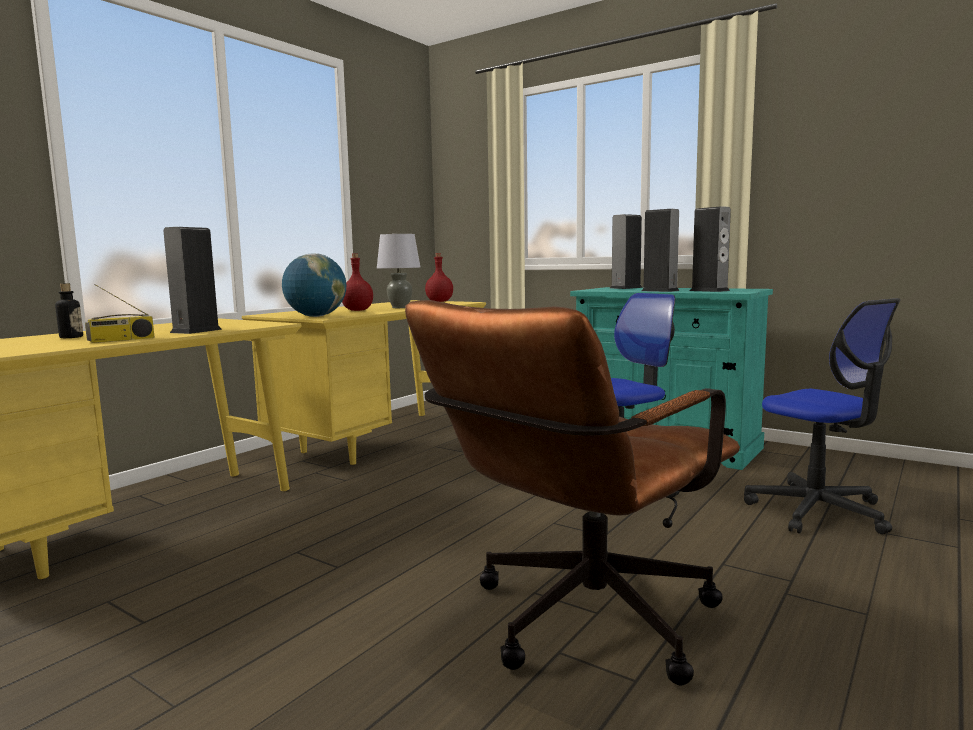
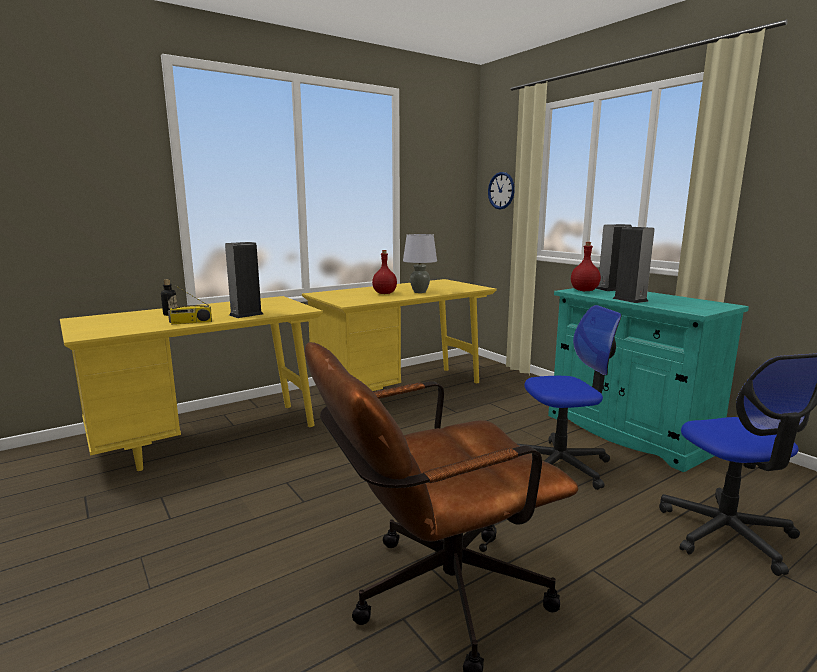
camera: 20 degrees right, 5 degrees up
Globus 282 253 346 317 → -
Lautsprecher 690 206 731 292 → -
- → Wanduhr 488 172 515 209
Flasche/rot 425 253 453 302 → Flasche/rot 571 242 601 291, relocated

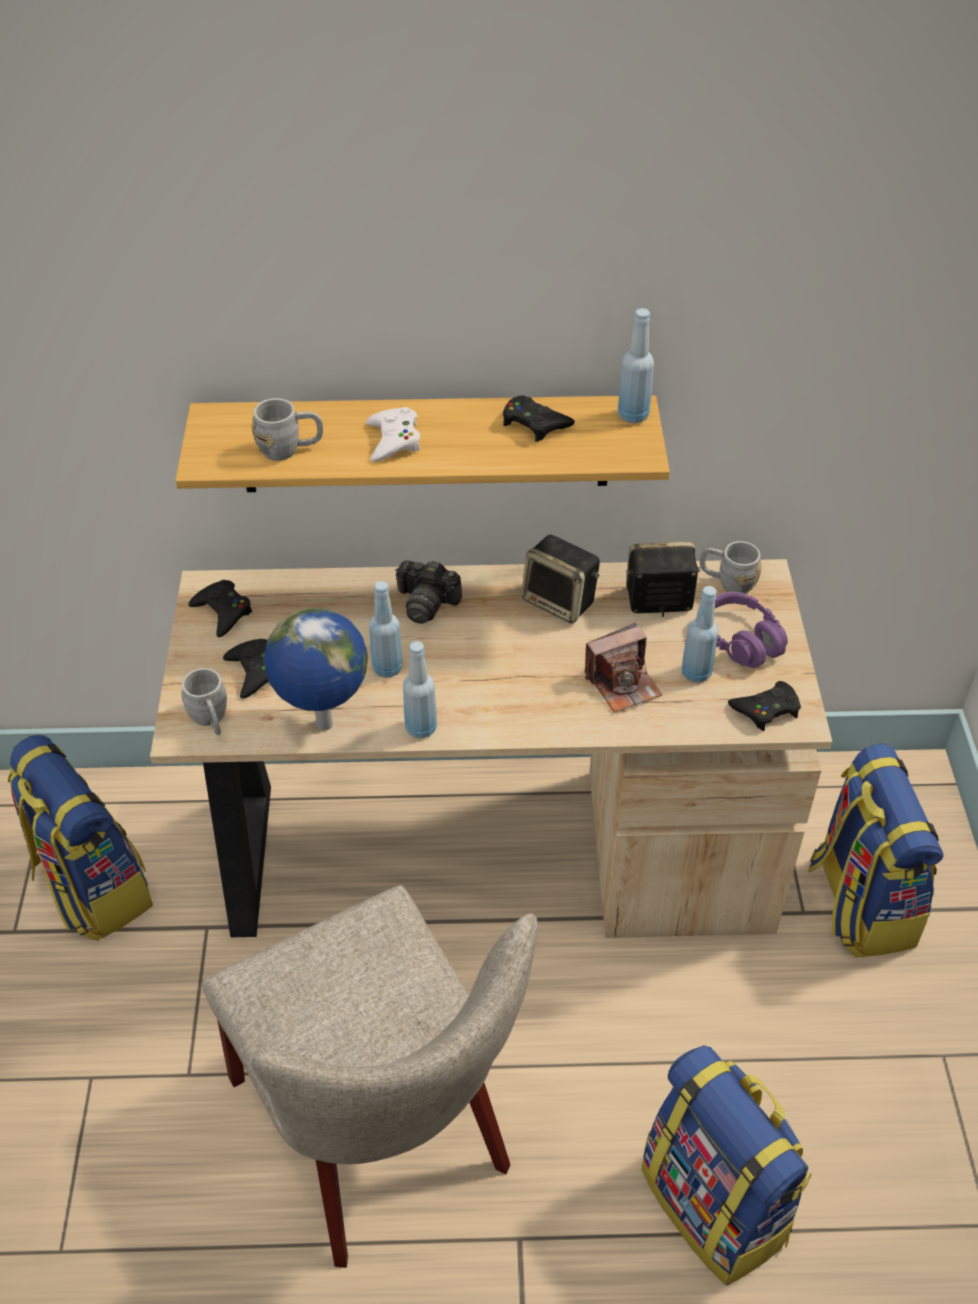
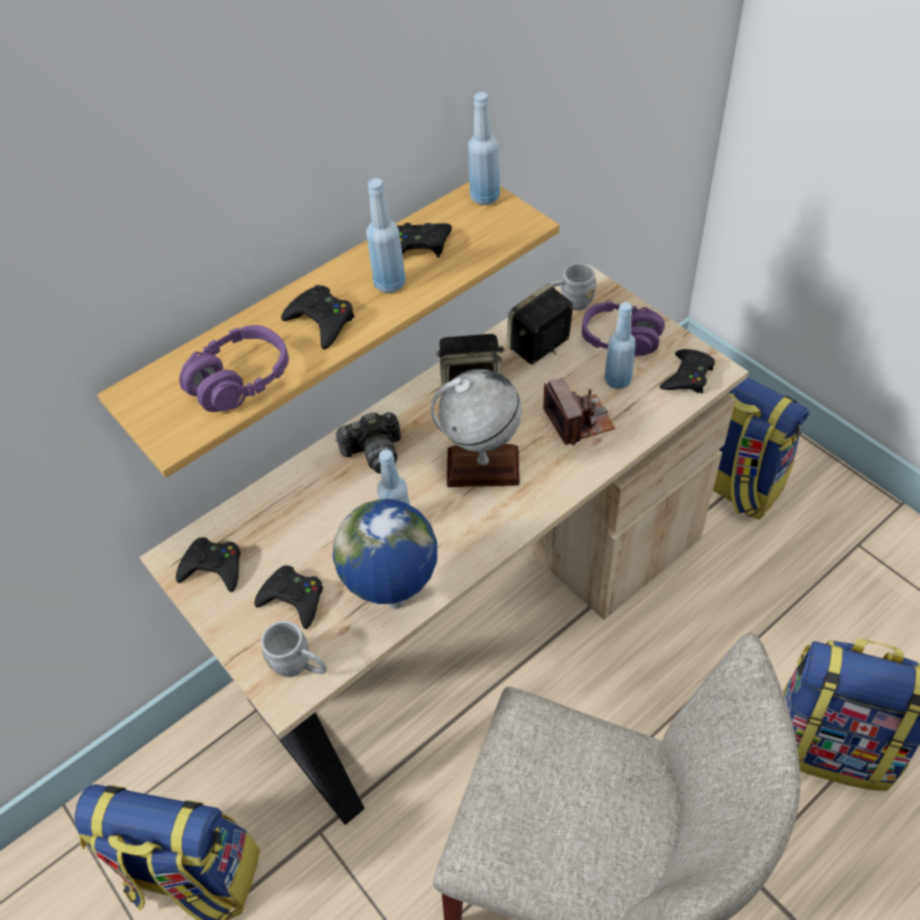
camera: 35 degrees left, 5 degrees up
- → Globus 431 369 522 487
Flasche/blau 403 641 437 739 → Flasche/blau 366 178 406 293, relocated
Henkelbecher/grau 251 398 323 461 → Kopfhörer/lila 179 325 289 412
Gamepad/weiß 366 407 420 462 → Gamepad/schwarz 281 285 355 349
Kamera 585 623 663 713 → Kamera 543 377 615 446, 45 degrees counterclockwise

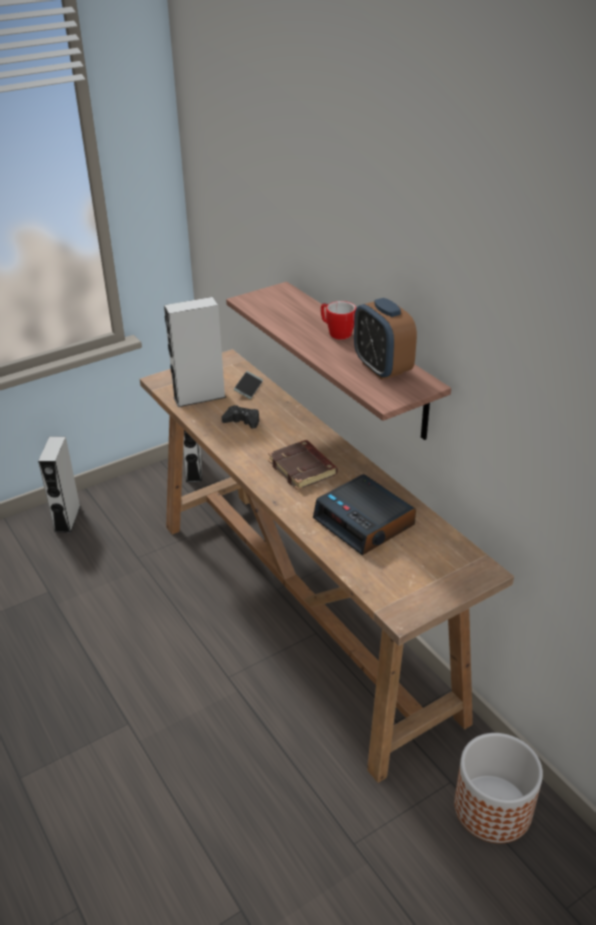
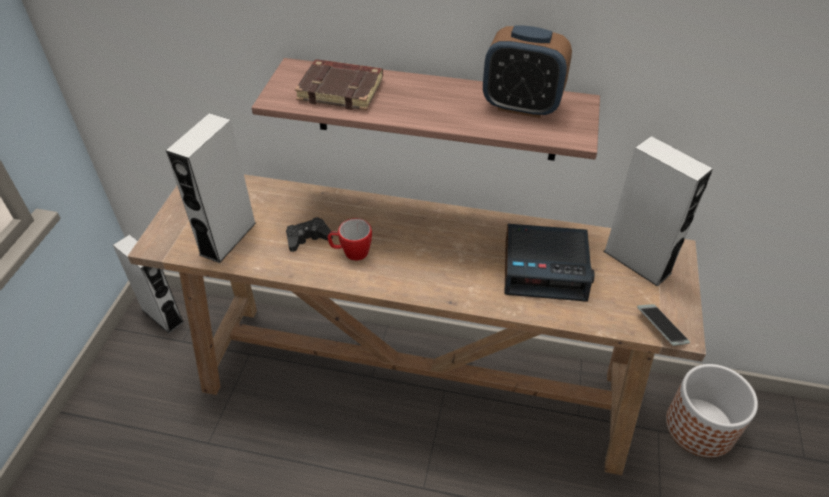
camera: 45 degrees left, 10 degrees up
Lautsprecher/grau 38 436 80 533 → Lautsprecher/grau 603 136 713 287, relocated
Handy 234 371 263 399 → Handy 637 304 690 346, relocated
Buch/braun 268 440 338 490 → Buch/braun 295 59 383 110, relocated
Henkelbecher 321 301 356 340 → Henkelbecher 327 218 372 261, relocated

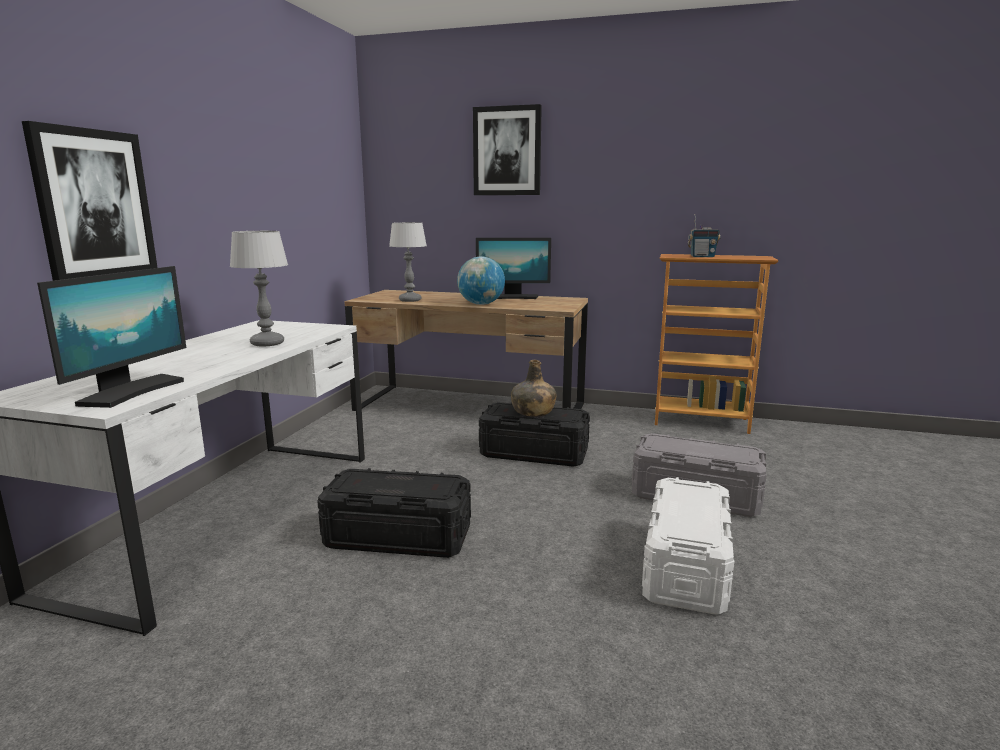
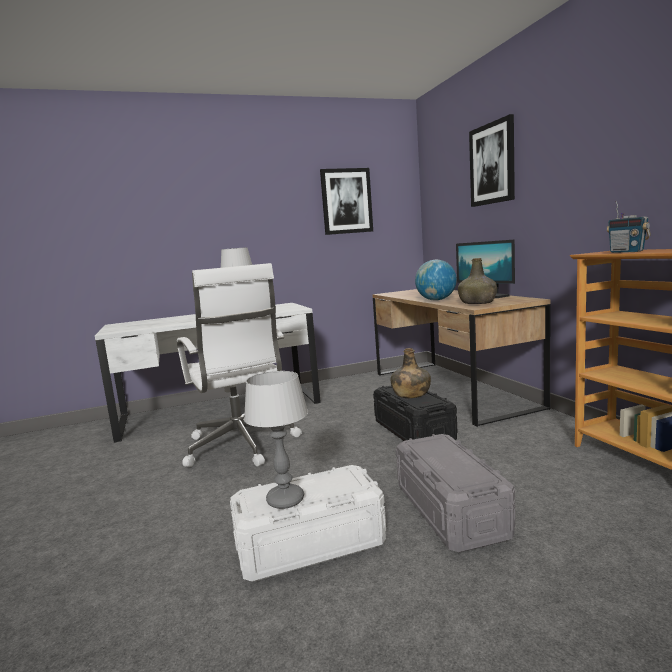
camera: 55 degrees right, 5 degrees down
Monitor 37 266 186 408 → -
- → Flasche/grün 458 258 497 304
Bild 22 121 158 281 → Bild 320 168 373 235, relocated
Tischlampe 389 222 427 302 → Tischlampe 244 371 308 509, relocated
Aufbewahrungsbox/schwarz 317 468 471 558 → Bürostuhl/weiß 177 263 302 467

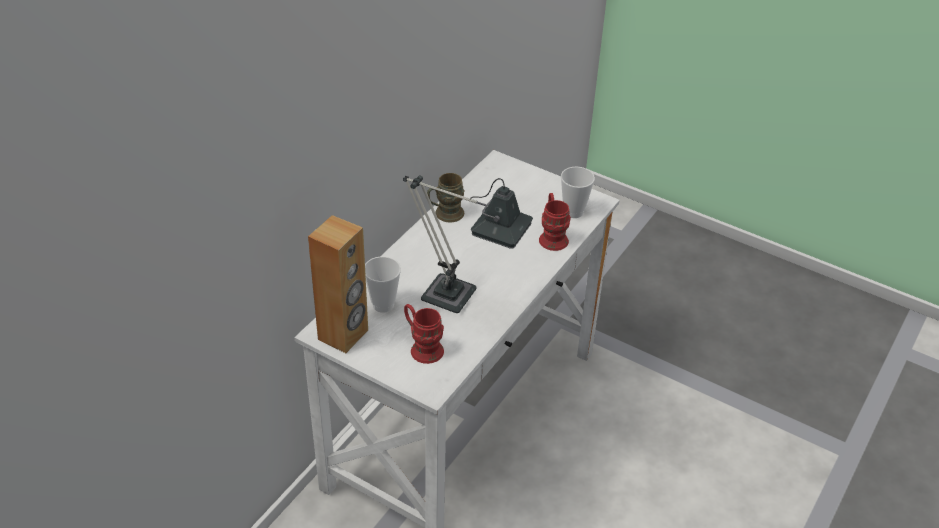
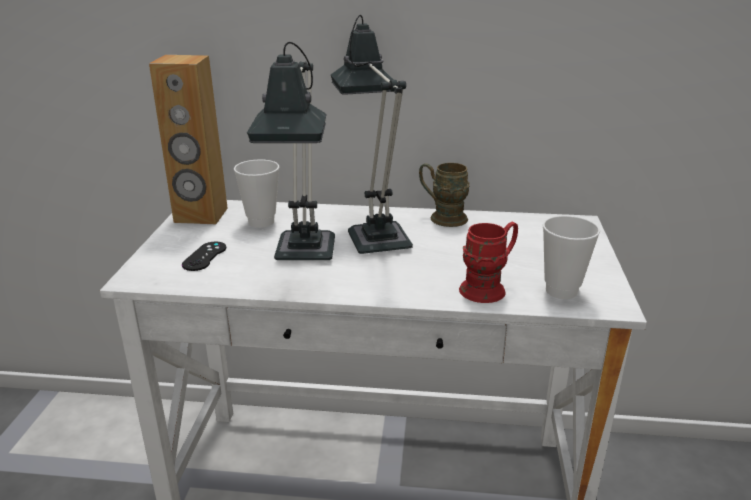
camera: 65 degrees right, 15 degrees down
- → Tischlampe 331 15 413 254
Henkelbecher/rot 404 304 444 364 → Gamepad/schwarz 182 242 226 271

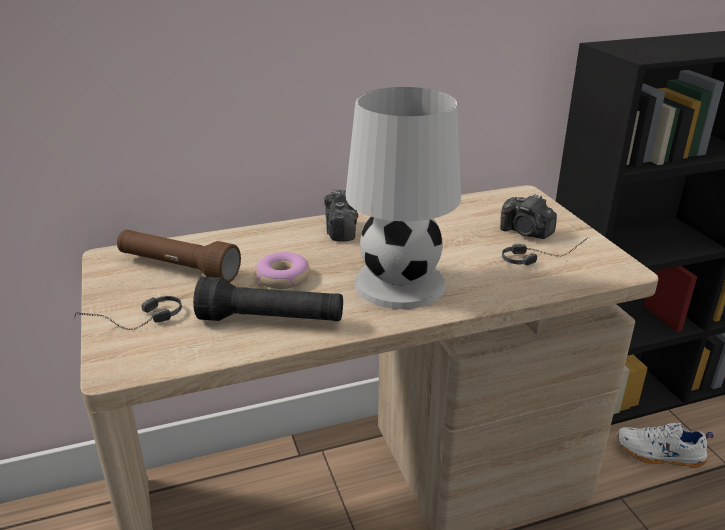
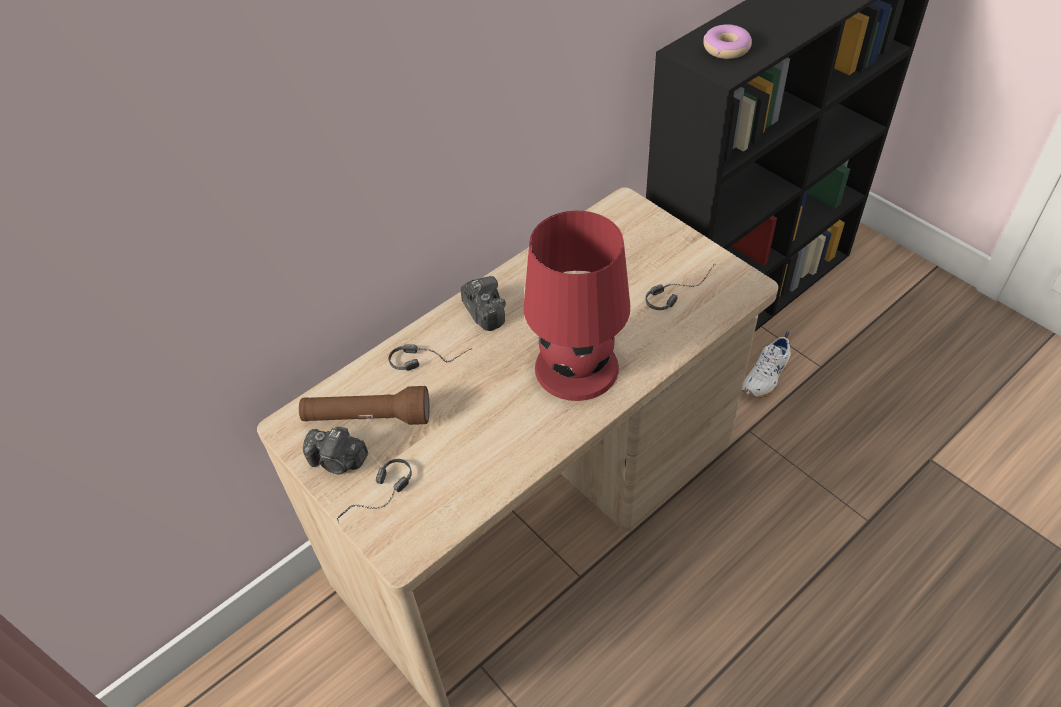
camera: 20 degrees left, 20 degrees up
Taschenlampe/schwarz 193 276 343 321 → -
- → Kopfhörer 388 344 473 371
Donut 255 252 310 289 → Donut 703 24 752 59, relocated
Kamera 500 194 557 239 → Kamera 303 426 368 474, relocated
Tischlampe/weiß 345 87 461 309 → Tischlampe/rot 523 211 630 401
Schuh/weiß 617 423 714 468 → Schuh/weiß 742 331 791 398, 45 degrees counterclockwise

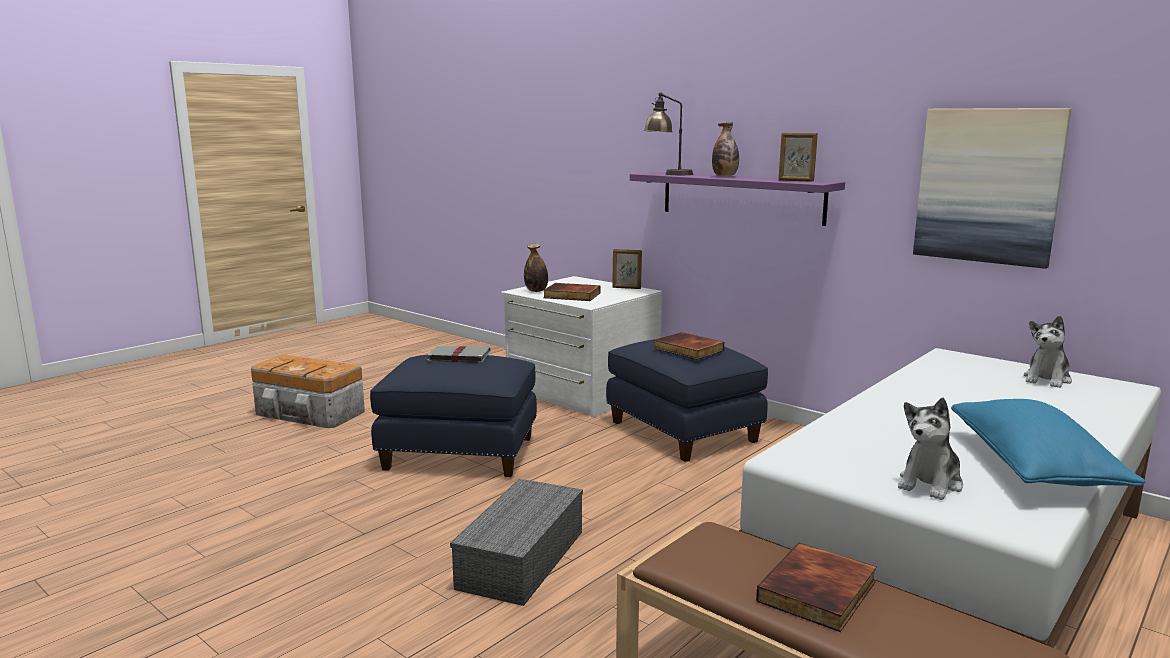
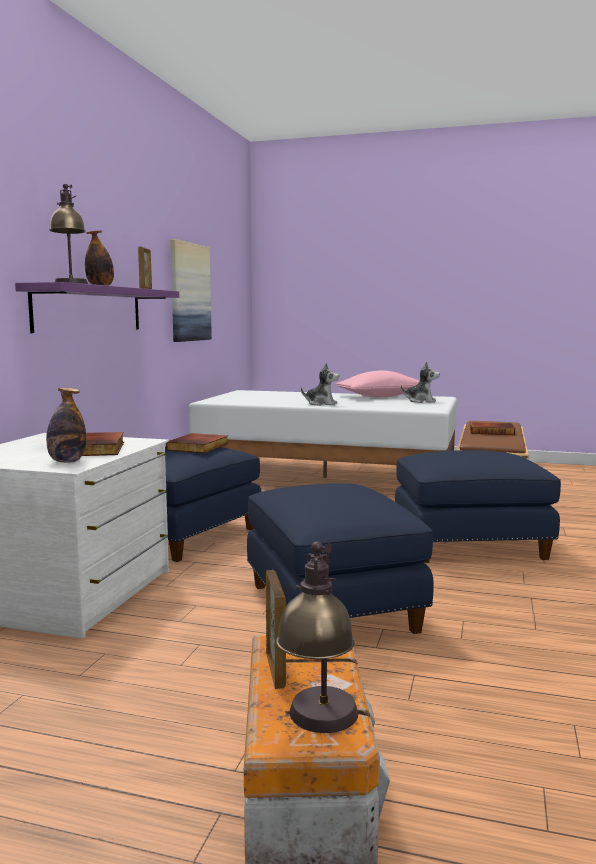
camera: 115 degrees left, 5 degrees down
Buch/grau 426 346 491 363 → -
- → Tischlampe 276 541 358 733
Bilderrahmen 612 249 642 289 → Bilderrahmen 266 570 286 689, relocated
Plüschtier 1024 316 1072 388 → Plüschtier 301 363 339 406, relocated
Aufbewahrungsbox/grau 450 479 583 606 → Polsterhocker/blau 395 450 561 563
Kissen/blau 951 399 1145 486 → Kissen/rosa 336 370 419 397

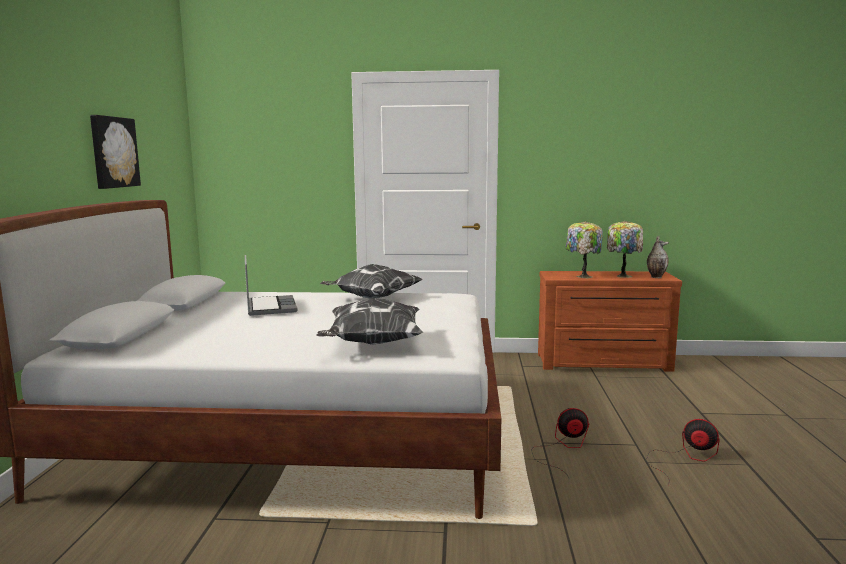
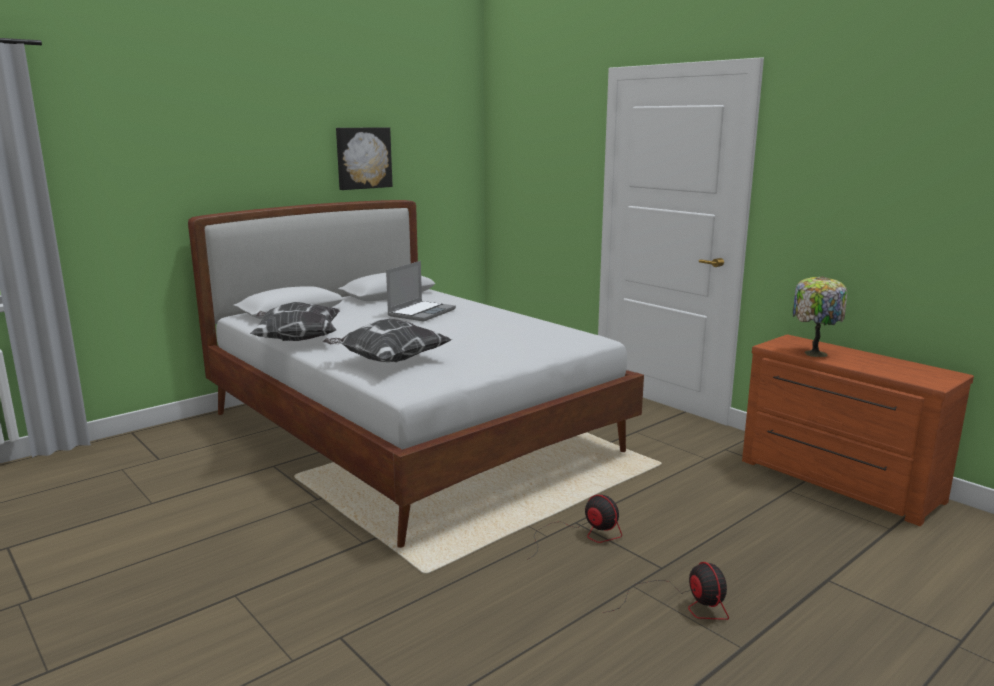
camera: 45 degrees right, 5 degrees up
Tischlampe 607 221 643 278 → -
Vase 647 235 669 278 → -
Kissen 320 264 423 298 → Kissen 250 302 340 341, relocated

